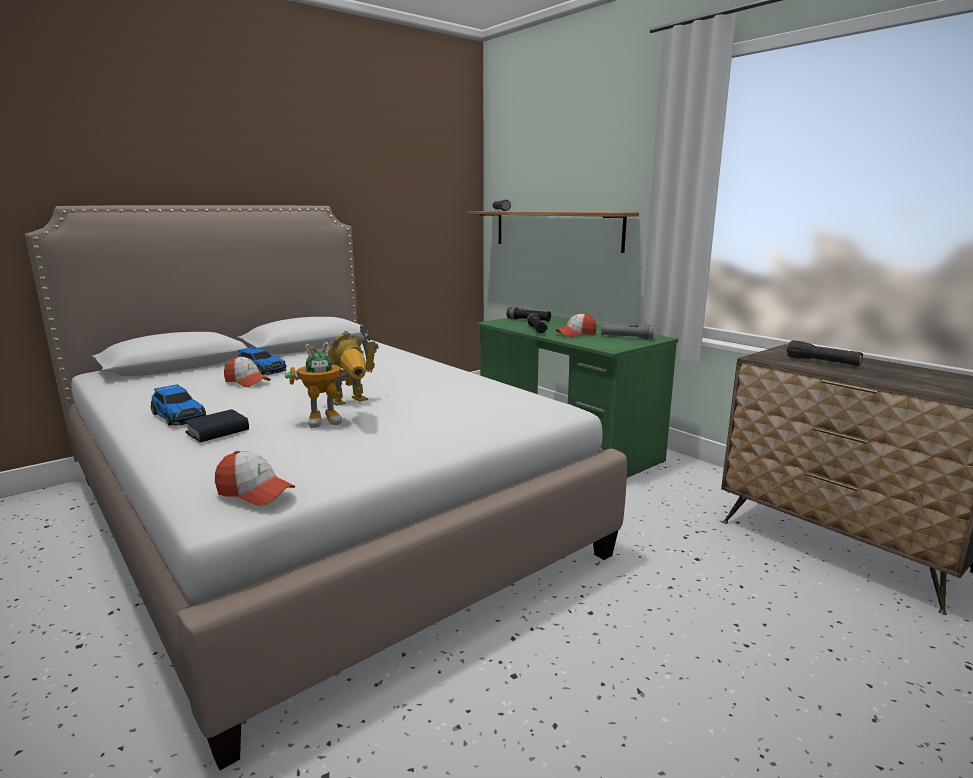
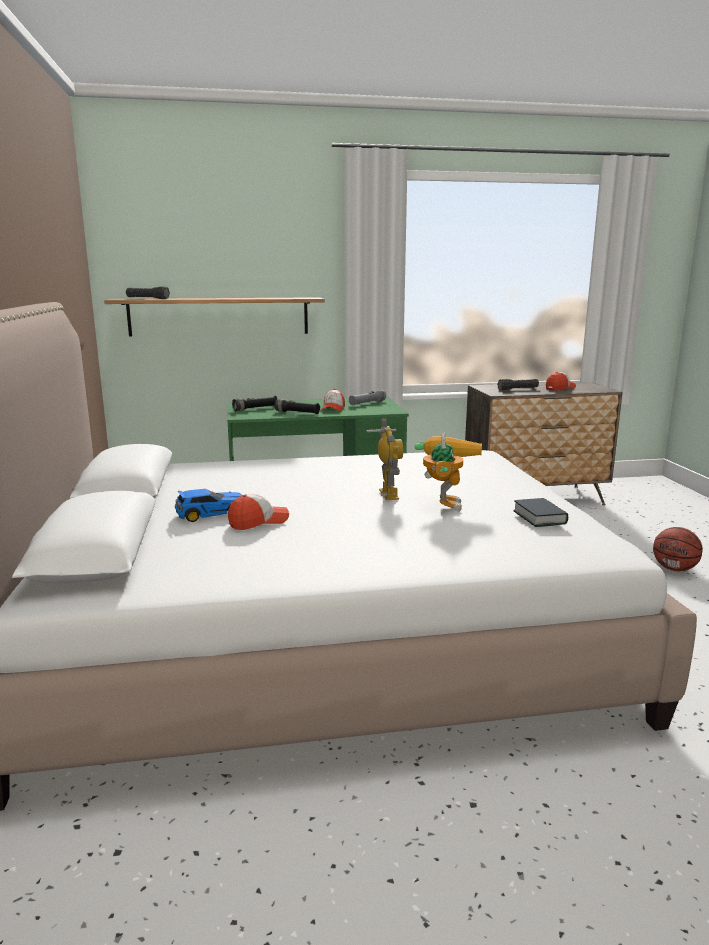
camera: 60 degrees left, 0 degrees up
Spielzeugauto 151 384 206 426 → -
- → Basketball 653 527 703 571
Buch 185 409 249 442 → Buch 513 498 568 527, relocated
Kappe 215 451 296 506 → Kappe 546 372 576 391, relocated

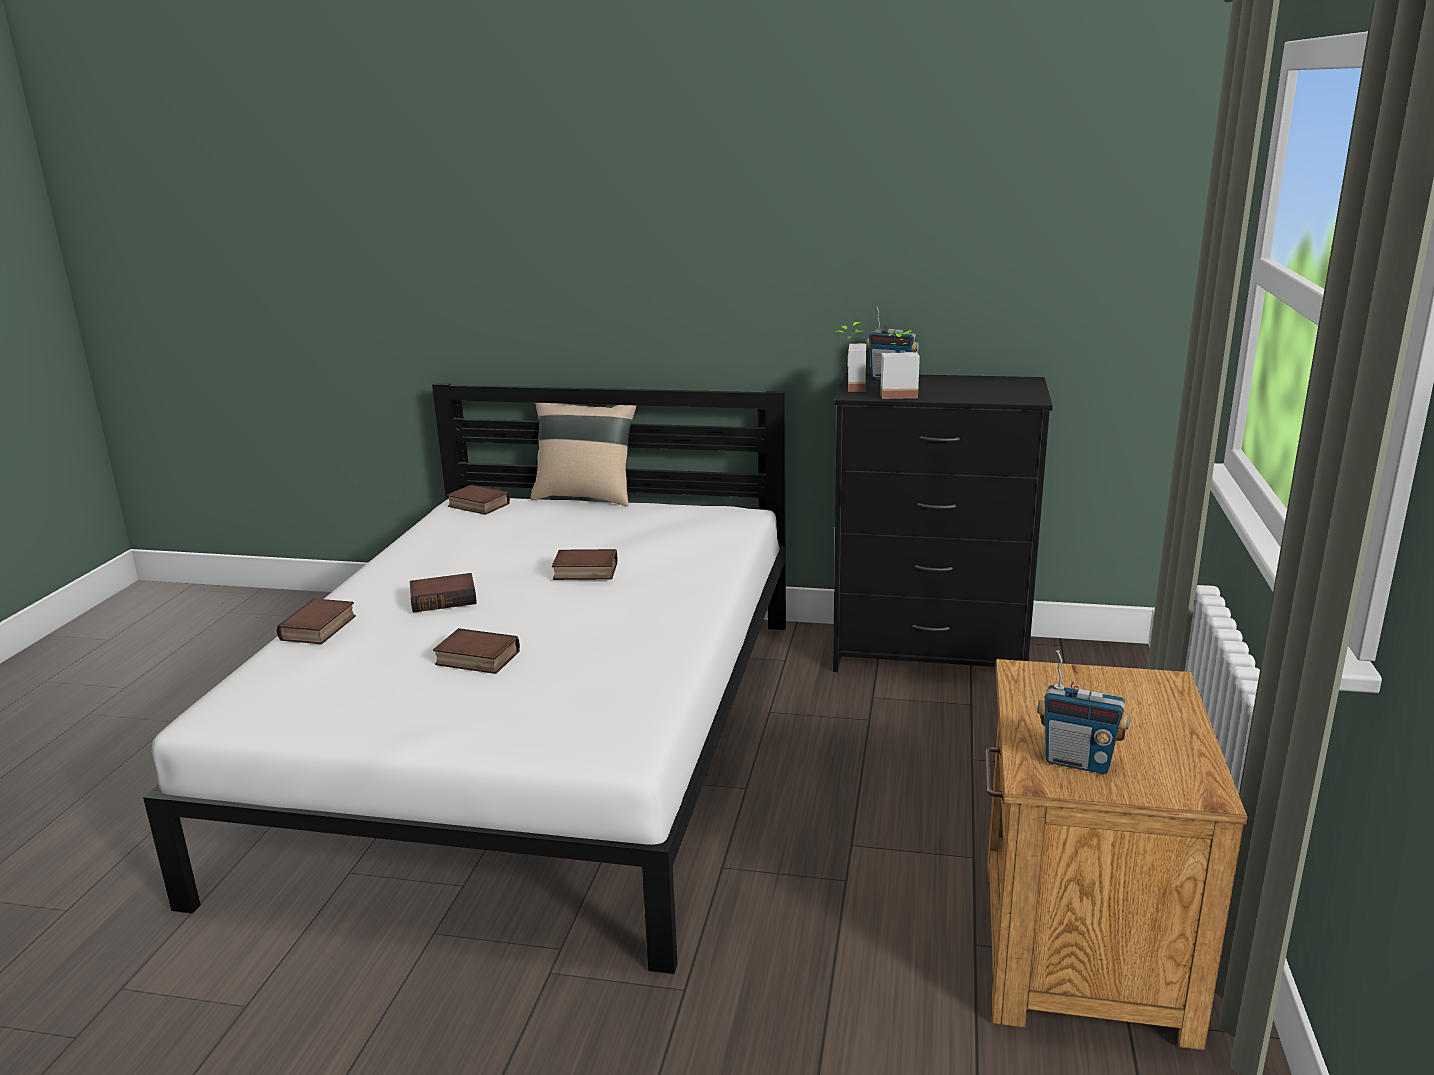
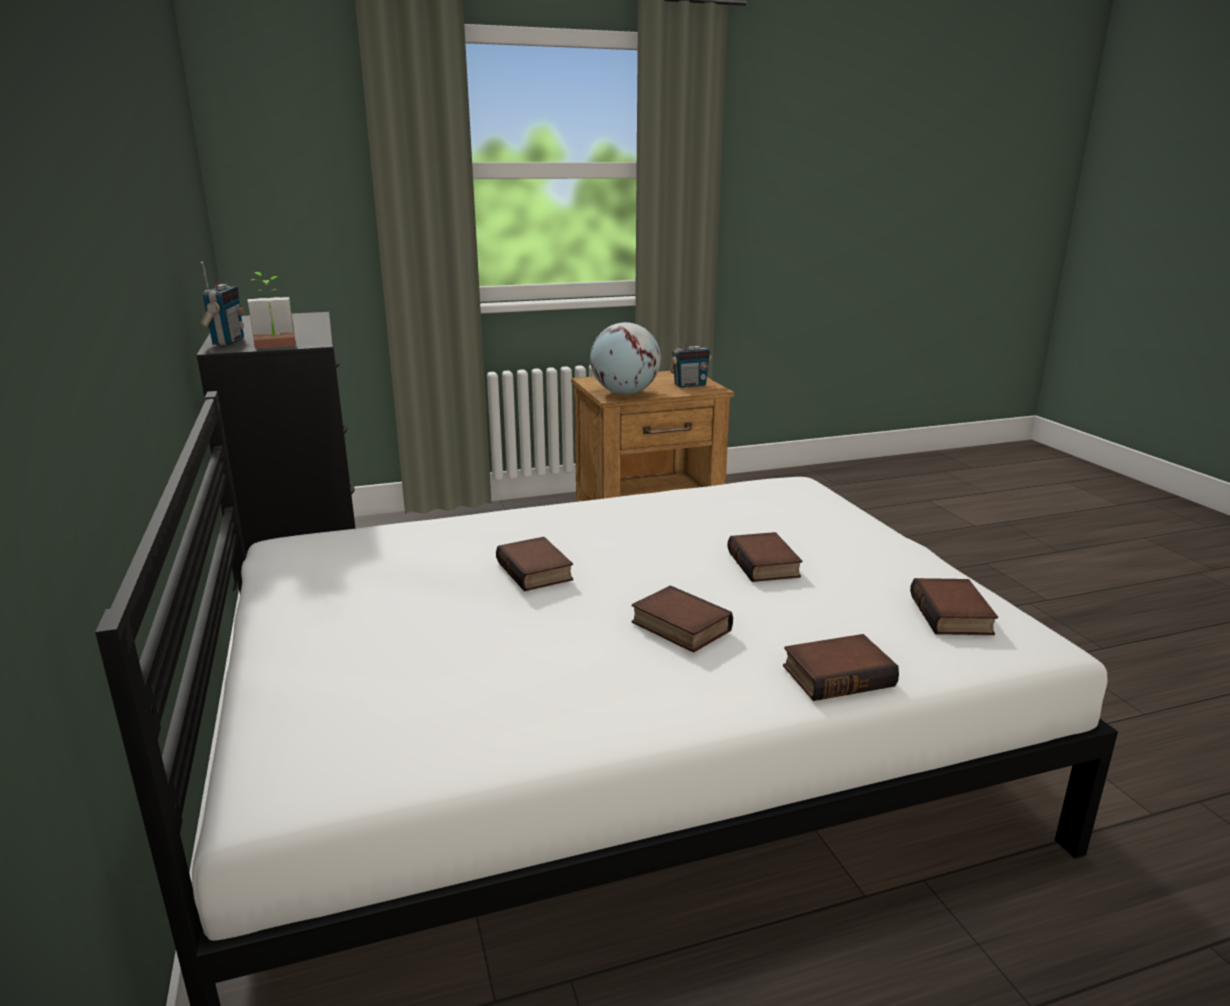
camera: 120 degrees left, 0 degrees up
Kissen/beige 530 403 637 507 → -
Topfpflanze 880 330 920 399 → -
- → Globus 590 322 661 394
Buch 447 484 510 515 → Buch 910 578 998 635, relocated
Radio 1037 650 1130 774 → Radio 669 329 712 388, 75 degrees clockwise

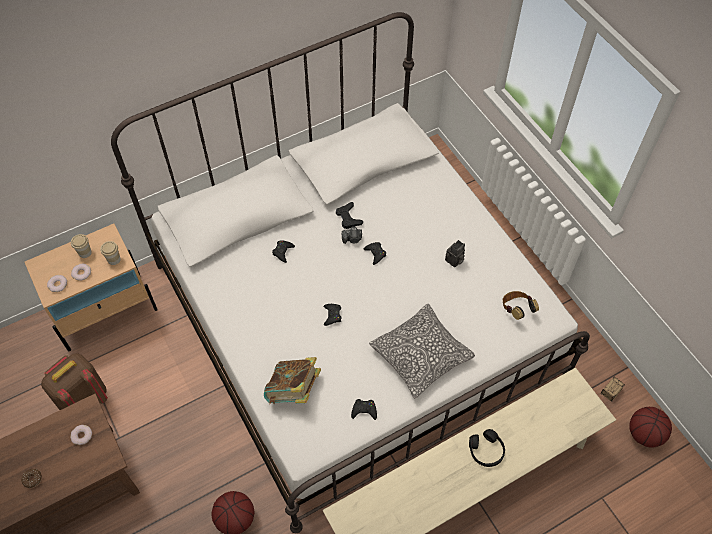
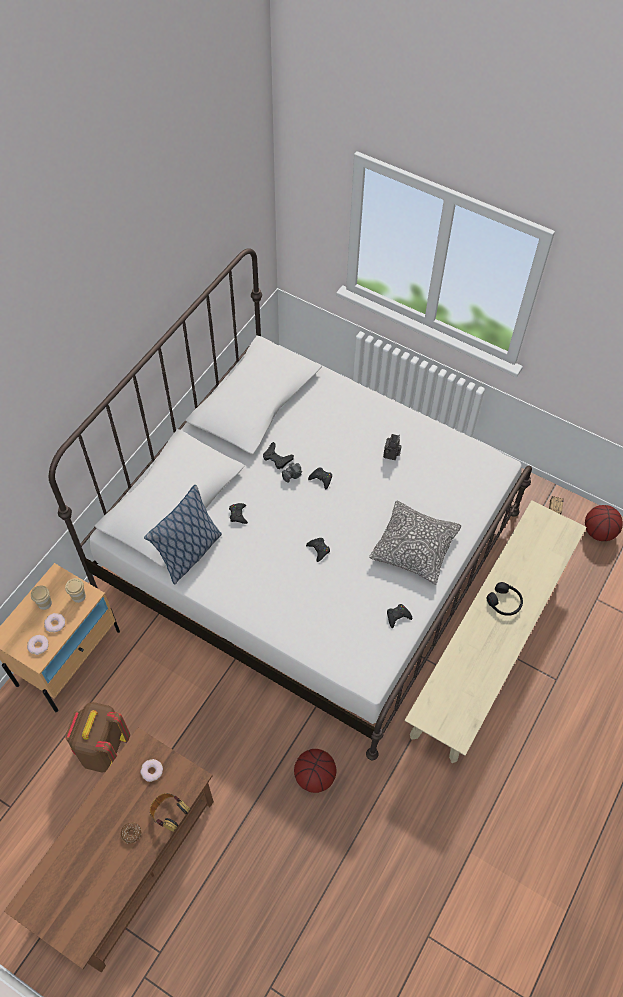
camera: 30 degrees left, 0 degrees up
Buch 264 357 321 404 → -
- → Kissen 144 485 222 585
Kopfhörer 503 291 539 320 → Kopfhörer 150 793 190 832, relocated

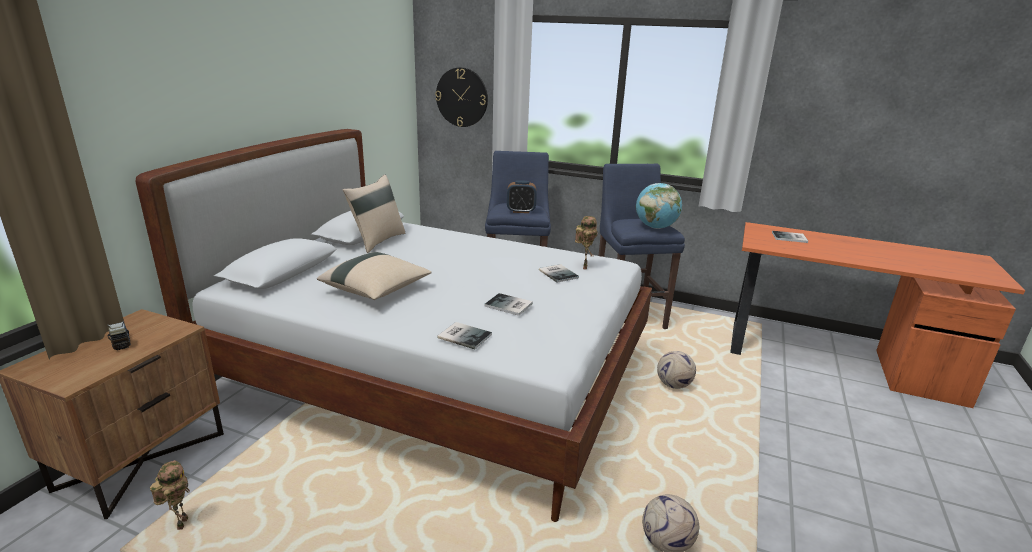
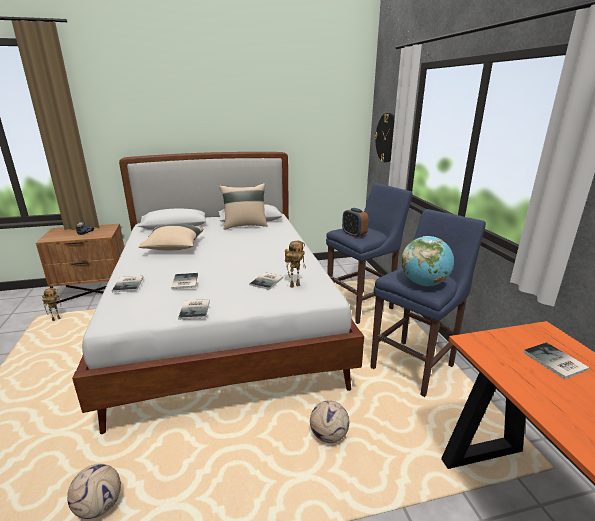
camera: 55 degrees right, 0 degrees up
- → Buch 178 299 210 320

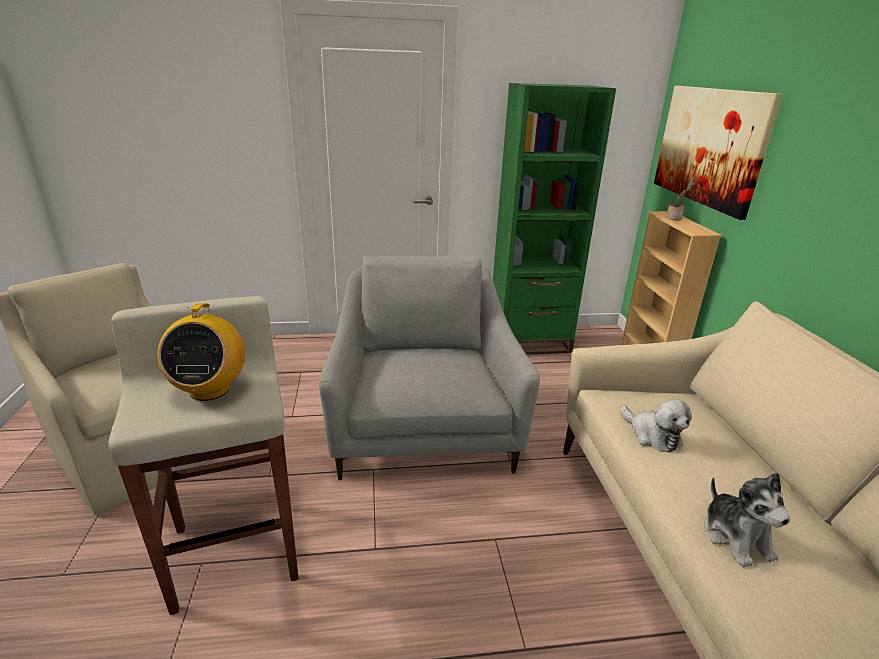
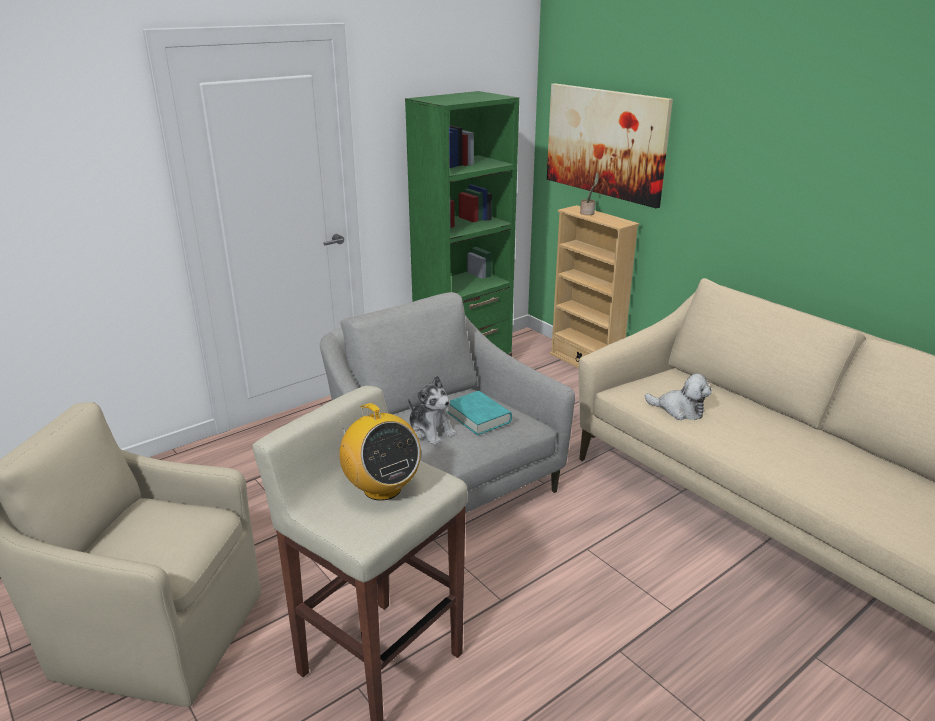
camera: 30 degrees left, 0 degrees up
- → Buch/türkis 447 391 512 435
Plüschtier 704 473 790 568 → Plüschtier 408 376 456 446, relocated

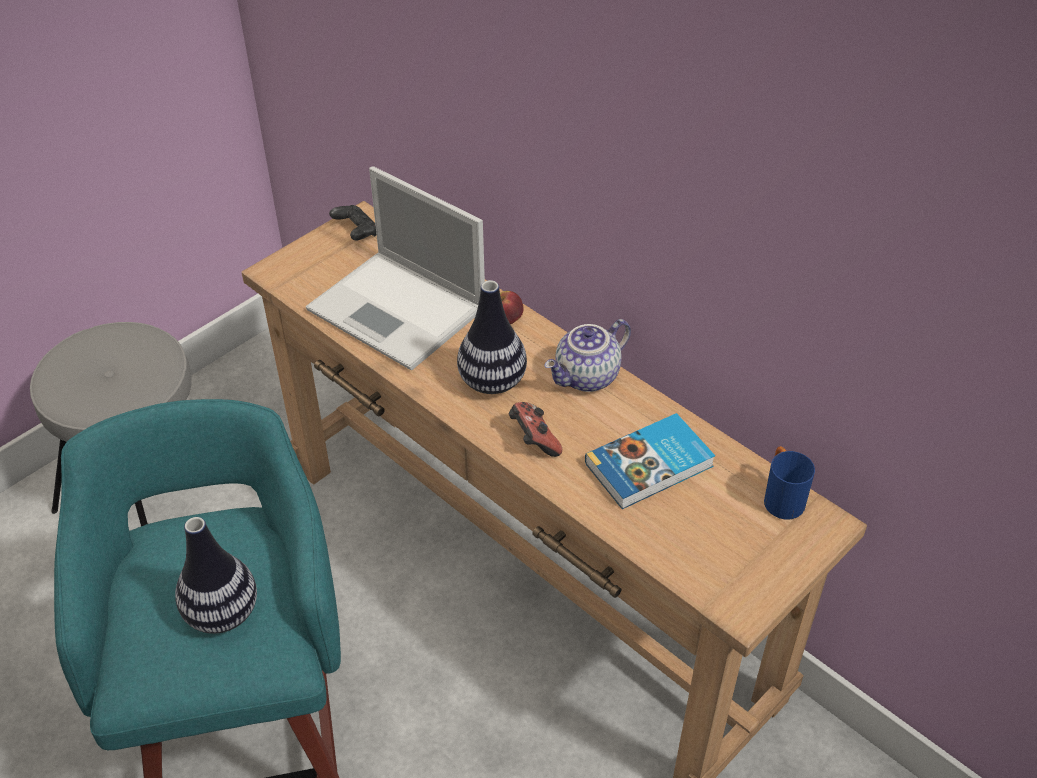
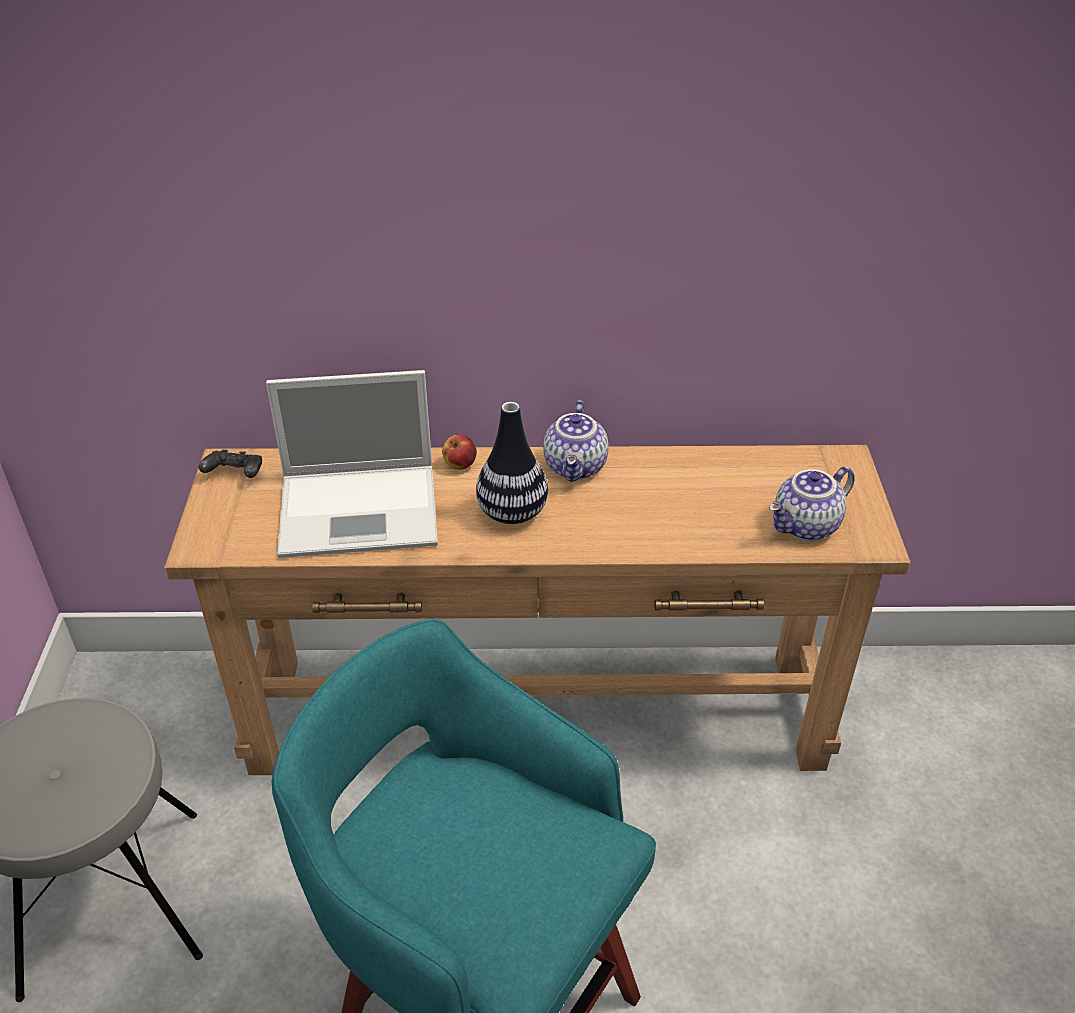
camera: 45 degrees left, 5 degrees down
Vase 175 517 257 634 → -
Gamepad 509 402 562 457 → -
Buch 585 413 715 509 → -
Henkelbecher/blau 764 446 815 520 → -
- → Teekanne 769 466 855 541

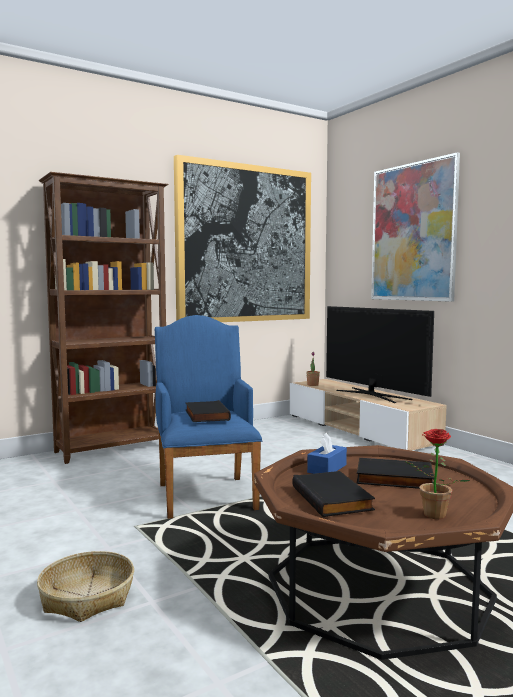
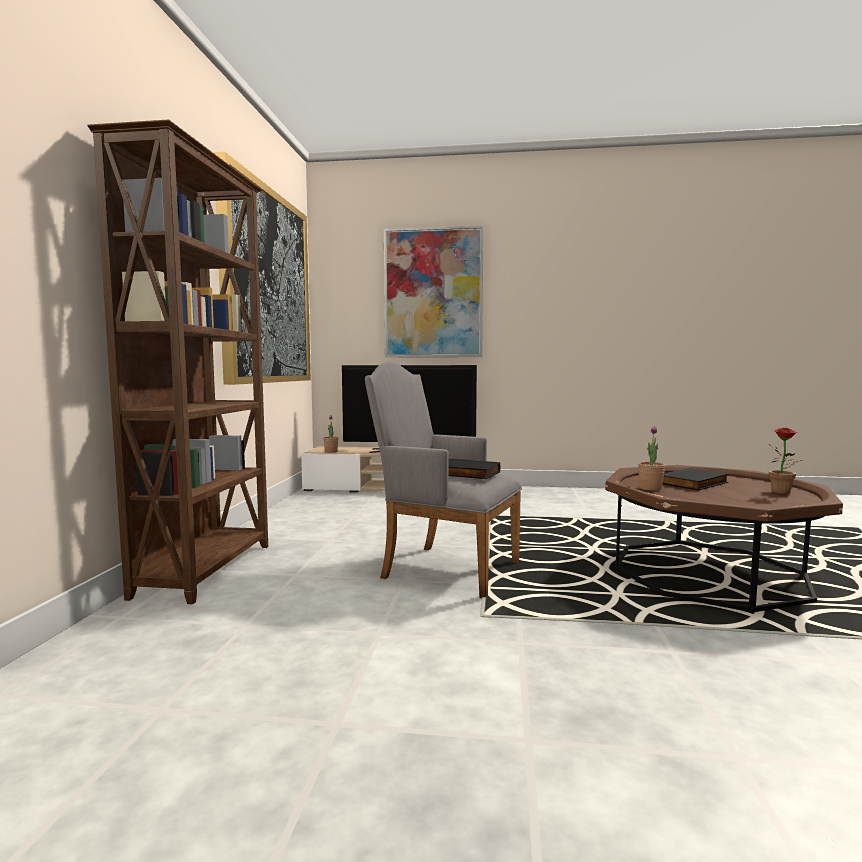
camera: 50 degrees left, 0 degrees up
Korb 37 551 134 622 → -
Buch/schwarz 292 471 375 517 → -
Taschentuchbox/blau 307 433 347 474 → Topfpflanze 638 426 665 491
Sessel/blau 155 315 263 519 → Sessel/grau 365 362 522 598

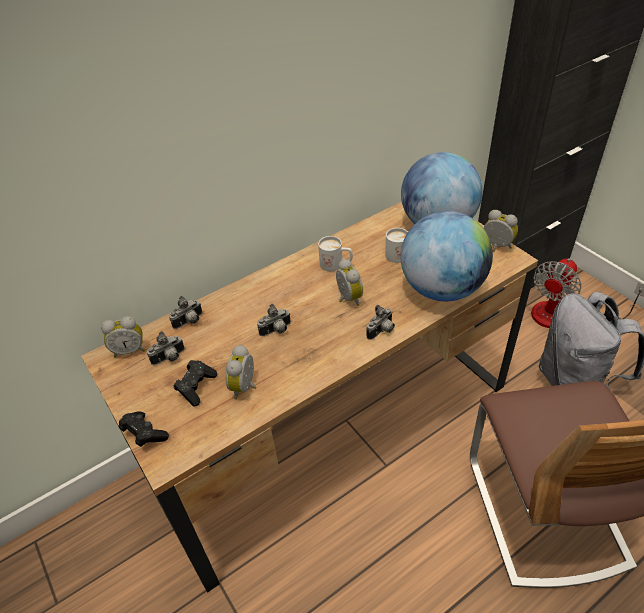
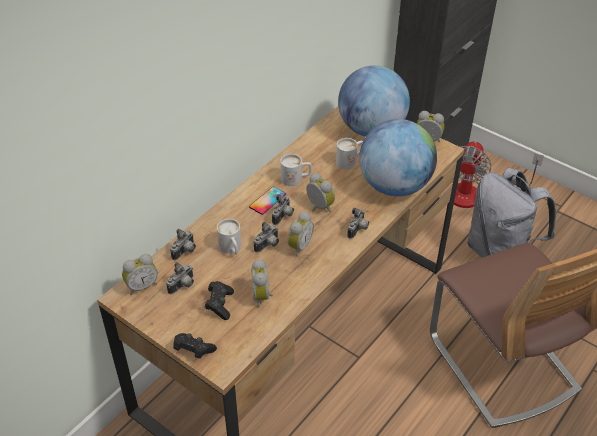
camera: 20 degrees left, 0 degrees up
- → Henkelbecher/weiß 217 219 241 255
- → Handy 249 186 286 215
- → Kamera 272 194 294 225
- → Wecker 287 212 314 257

